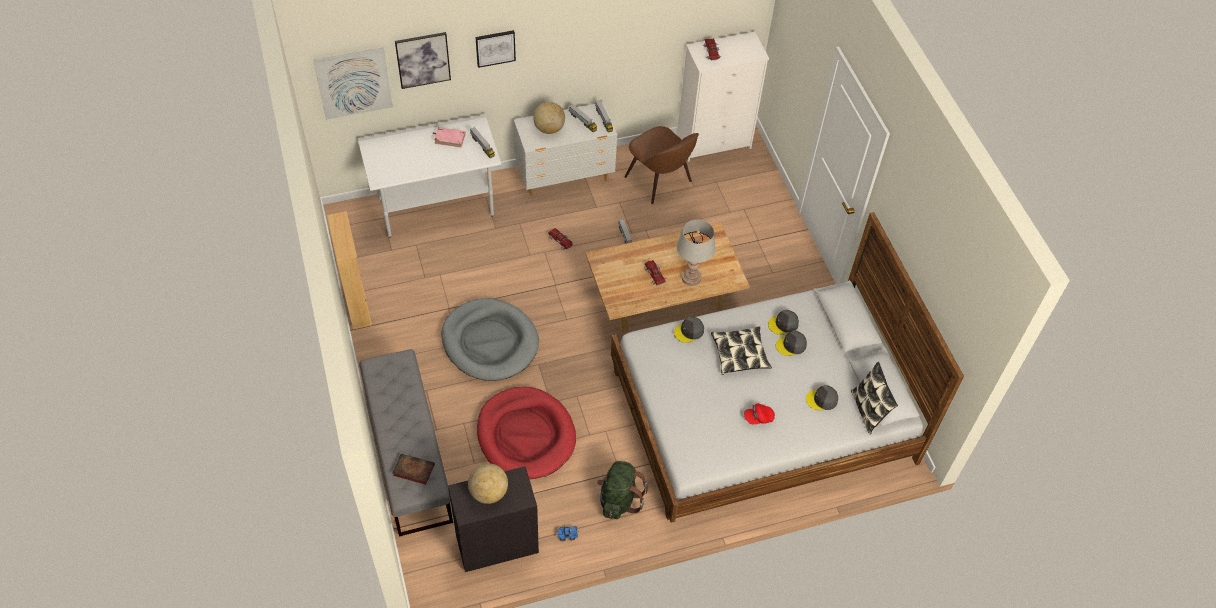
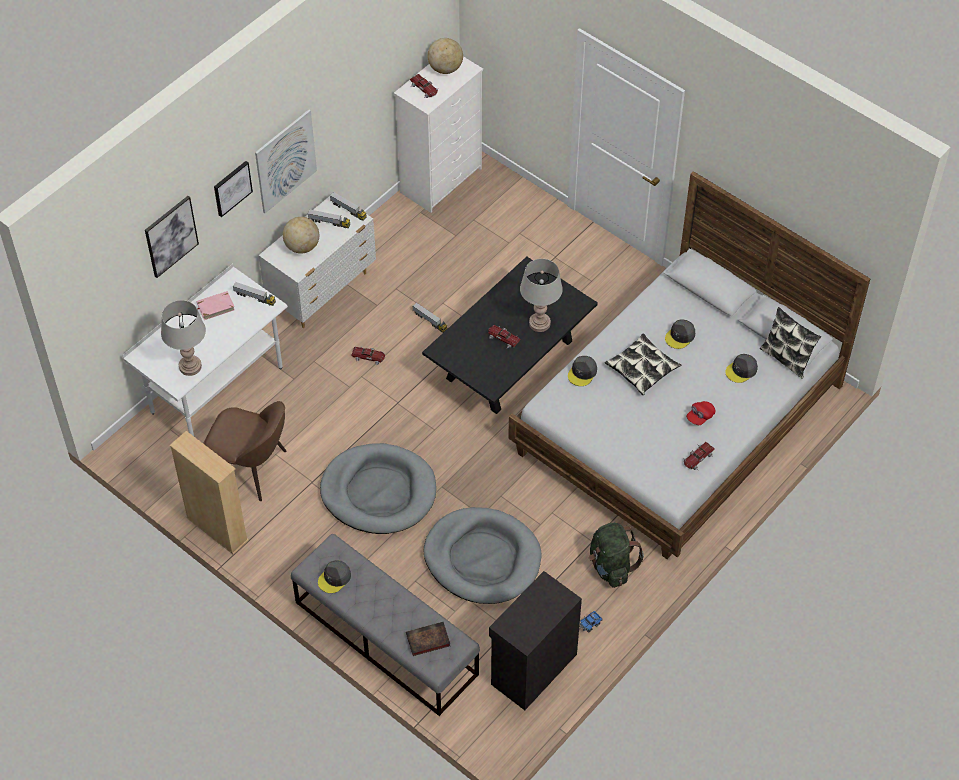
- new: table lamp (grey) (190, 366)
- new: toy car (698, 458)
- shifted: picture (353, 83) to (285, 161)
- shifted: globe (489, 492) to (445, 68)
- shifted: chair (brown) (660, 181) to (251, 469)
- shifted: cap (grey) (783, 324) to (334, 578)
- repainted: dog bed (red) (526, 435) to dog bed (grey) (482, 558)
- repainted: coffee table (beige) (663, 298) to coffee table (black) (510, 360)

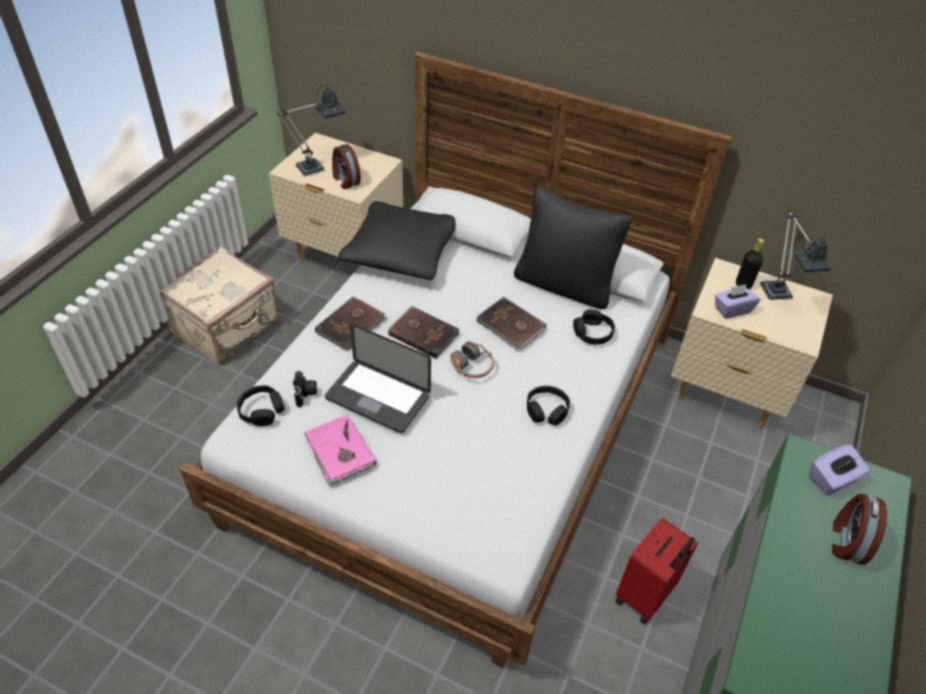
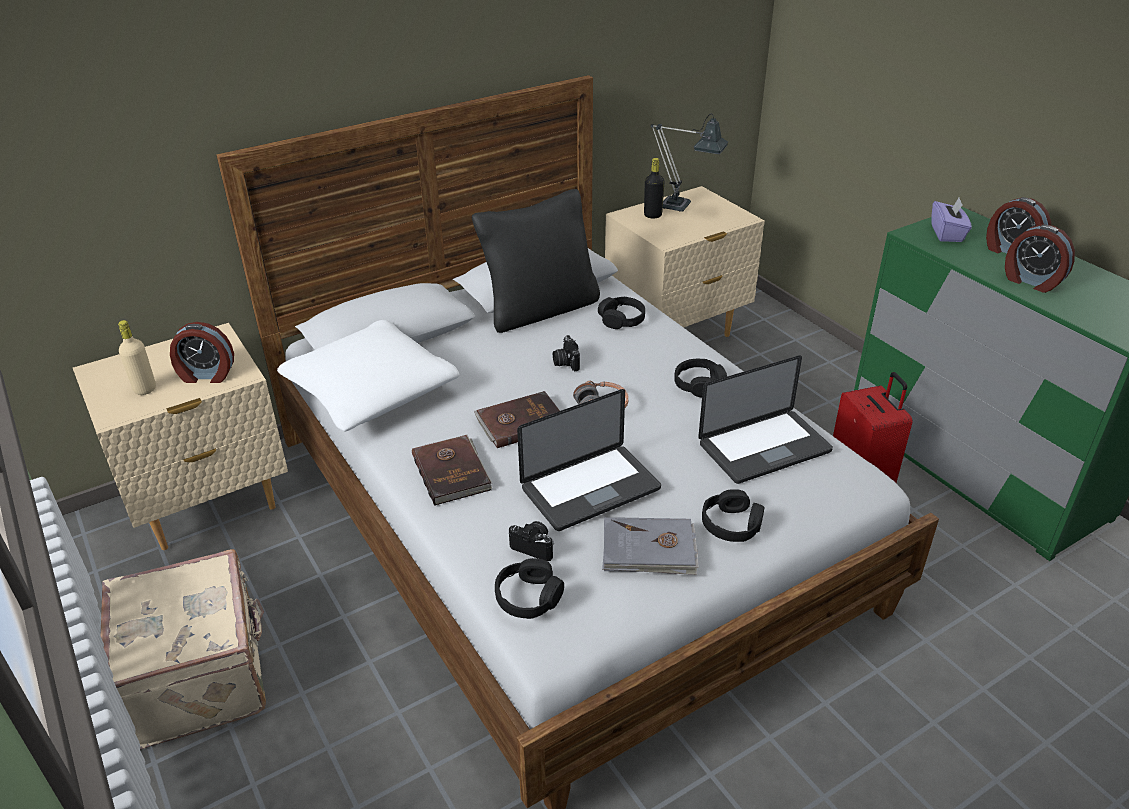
- gone: tissue box (purple) (732, 309)
- new: laptop (764, 448)
- new: headphones (black) (731, 524)
- new: alarm clock (1031, 281)
- swapped: table lamp (316, 166) to bottle (beige) (145, 389)
- swapped: book (brown) (510, 326) to photo camera (565, 362)
- repainted: book (pink) (339, 452) to book (grey) (649, 550)
- repainted: pillow (black) (401, 253) to pillow (white) (371, 392)

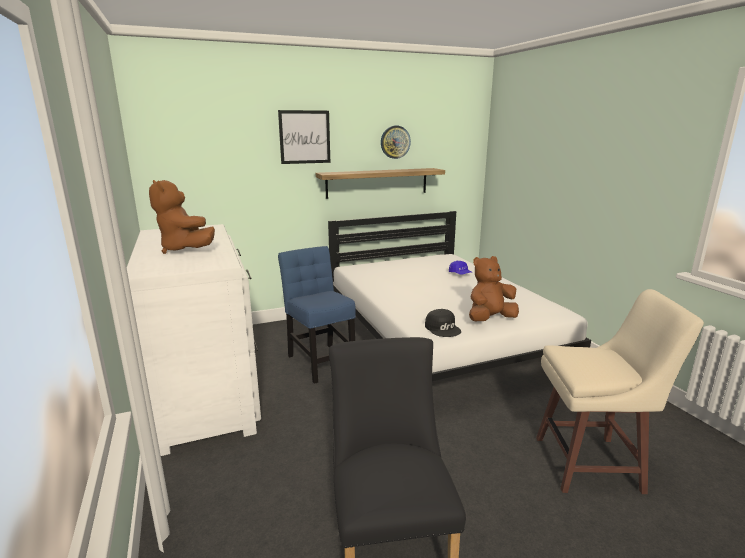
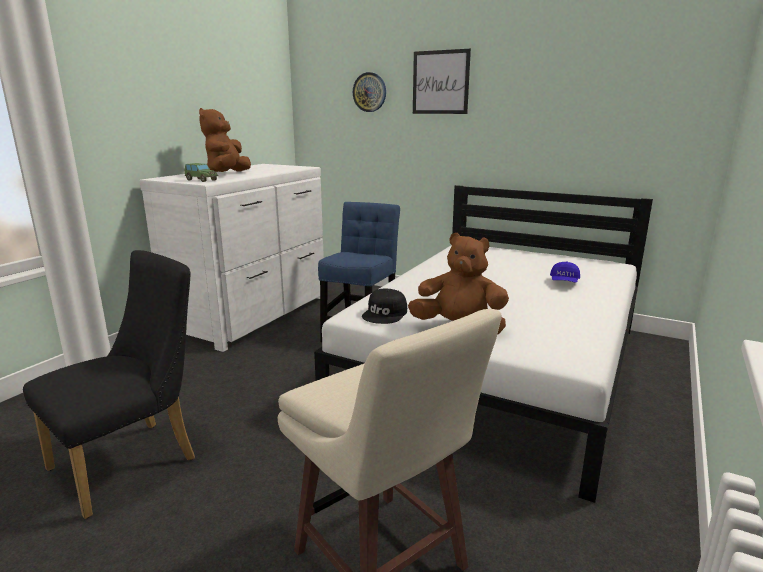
- gone: shelf (377, 183)
- new: toy car (201, 180)
- shifted: wall clock (395, 142) to (369, 92)

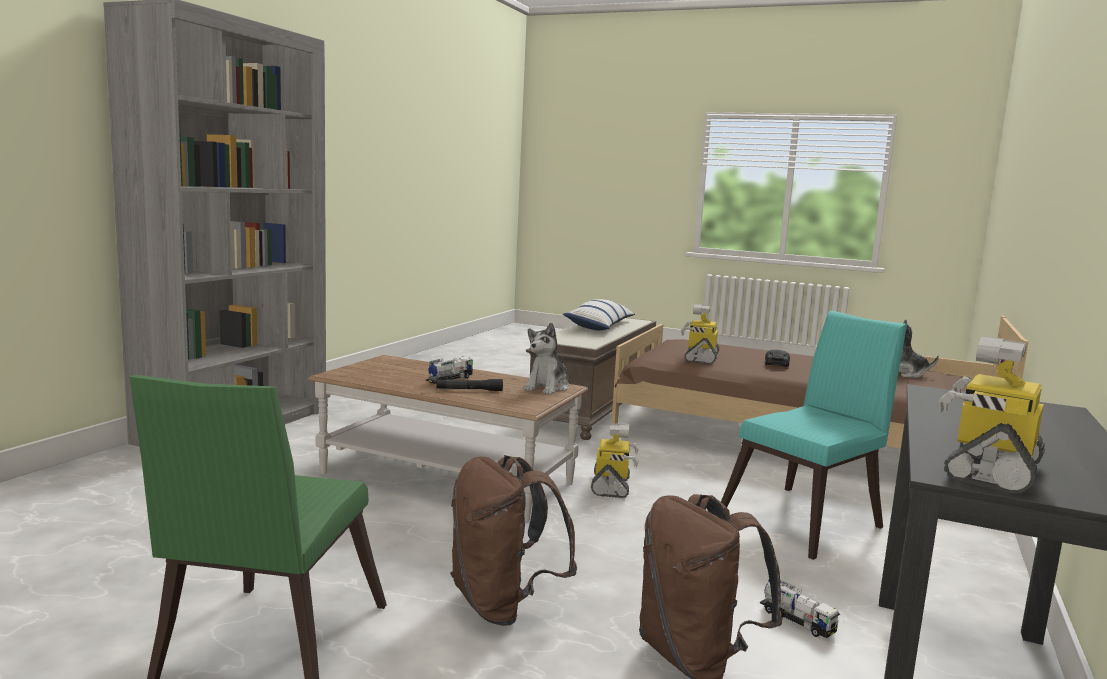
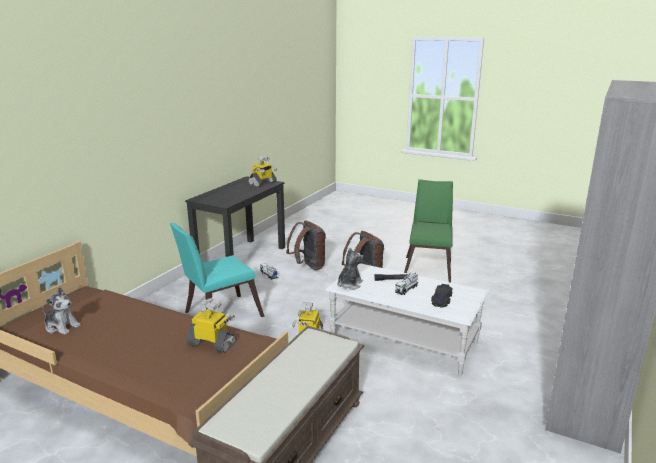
- gone: pillow (599, 326)
- shifted: toy car (black) (777, 363) to (441, 299)
- repainted: coffee table (brown) (447, 478) to coffee table (white) (403, 340)
- rotated: toy robot (700, 358) = (212, 344) 90 degrees counterclockwise

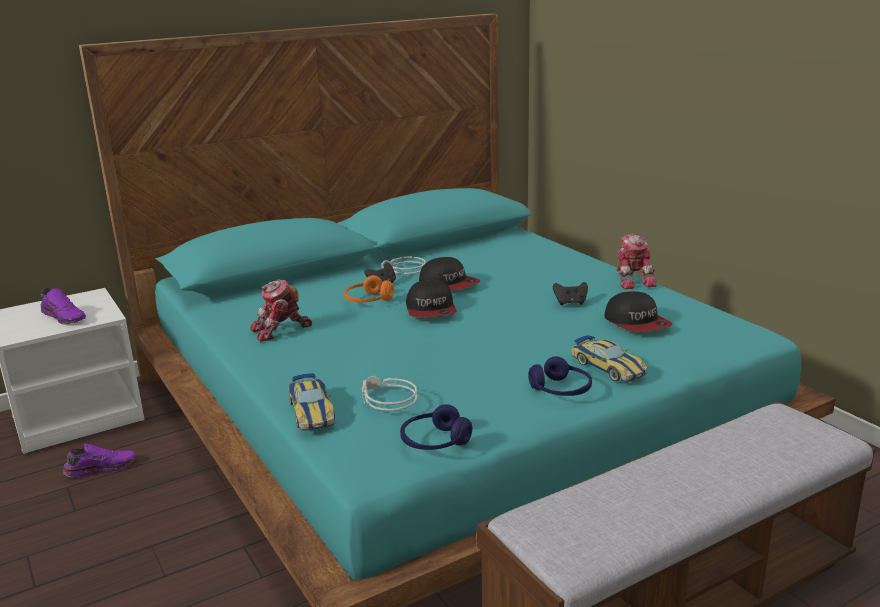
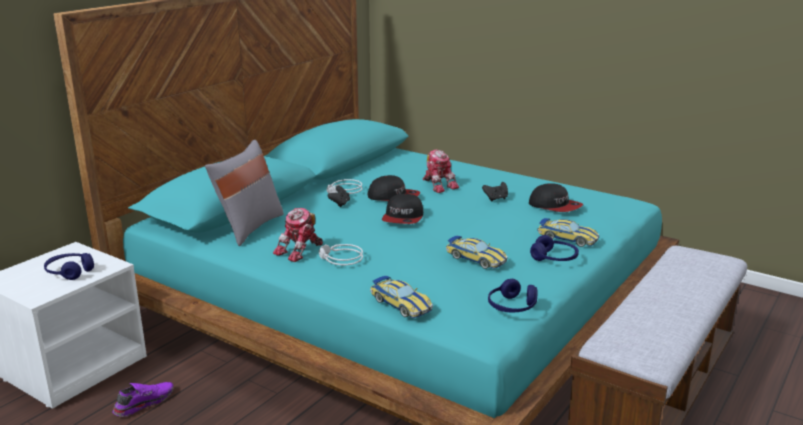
- gone: headphones (orange) (368, 300)
- new: pillow (grey) (249, 227)
- new: toy car (476, 258)
- shifted: headphones (grey) (386, 400) to (340, 259)
- shifted: toy robot (633, 279) to (438, 185)
- swapped: shoe (purple) (65, 317) to headphones (blue) (69, 272)
- rotated: cap (431, 310) = (403, 218) 45 degrees clockwise

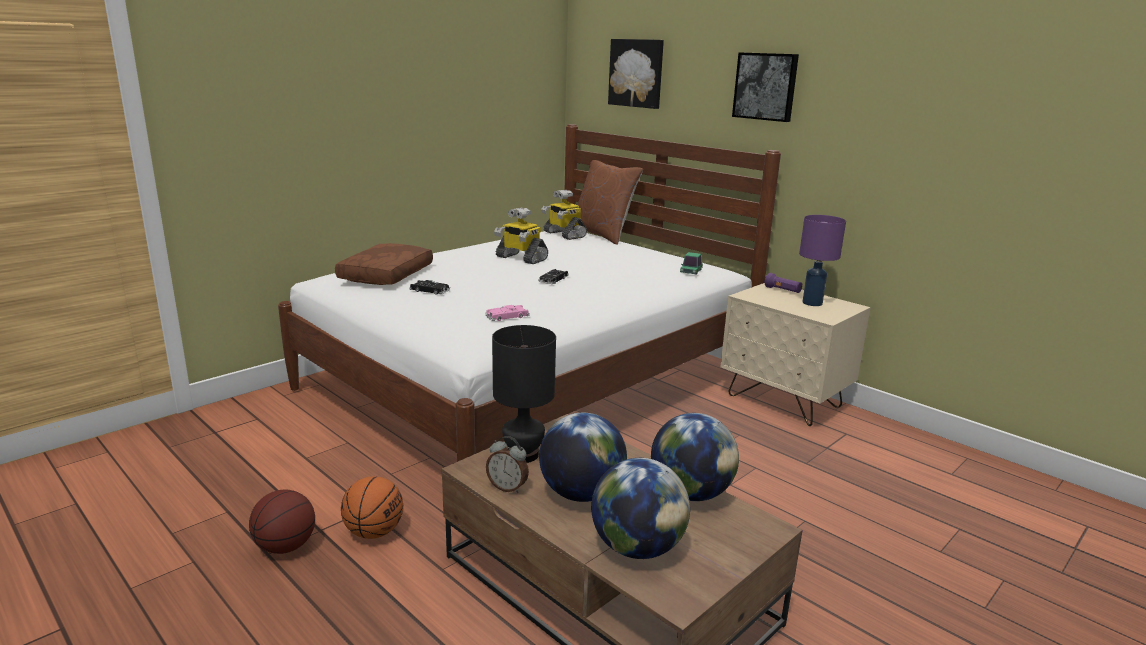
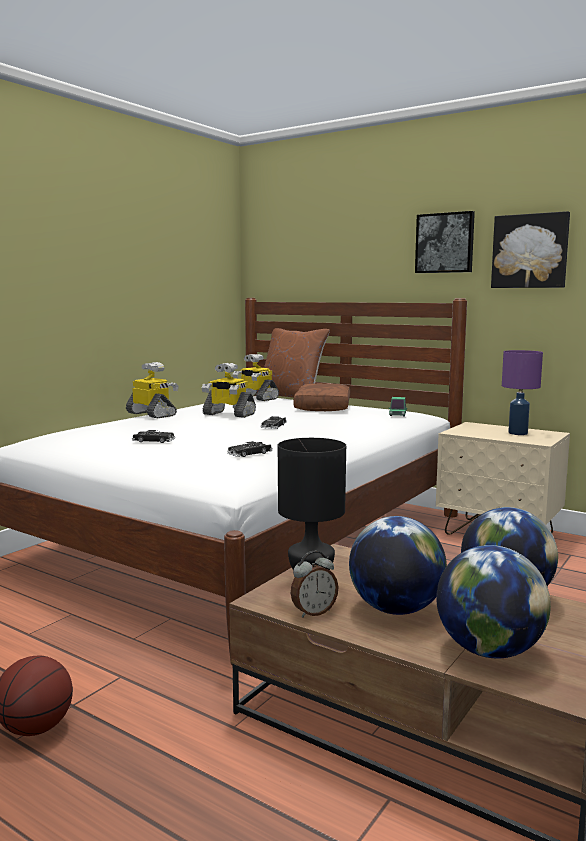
- gone: basketball (374, 532)
- gone: flashlight (purple) (783, 290)
- new: toy robot (152, 414)
- shifted: pillow (brown) (387, 275) to (324, 407)
- shifted: picture (637, 73) to (530, 251)
- repainted: toy car (pink) (507, 316) to toy car (black) (249, 453)
- rotated: alarm clock (507, 487) = (313, 612) 45 degrees counterclockwise

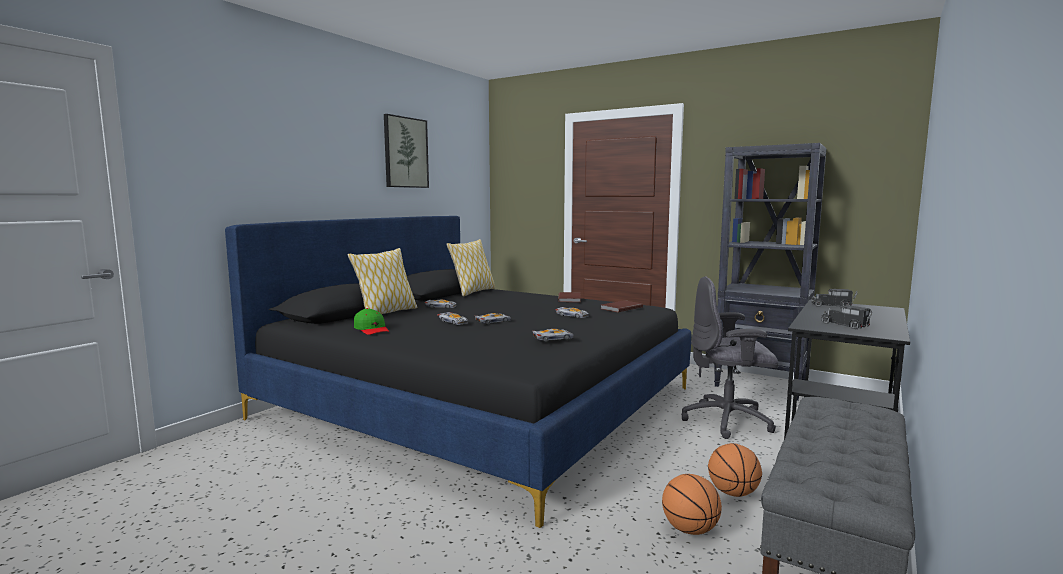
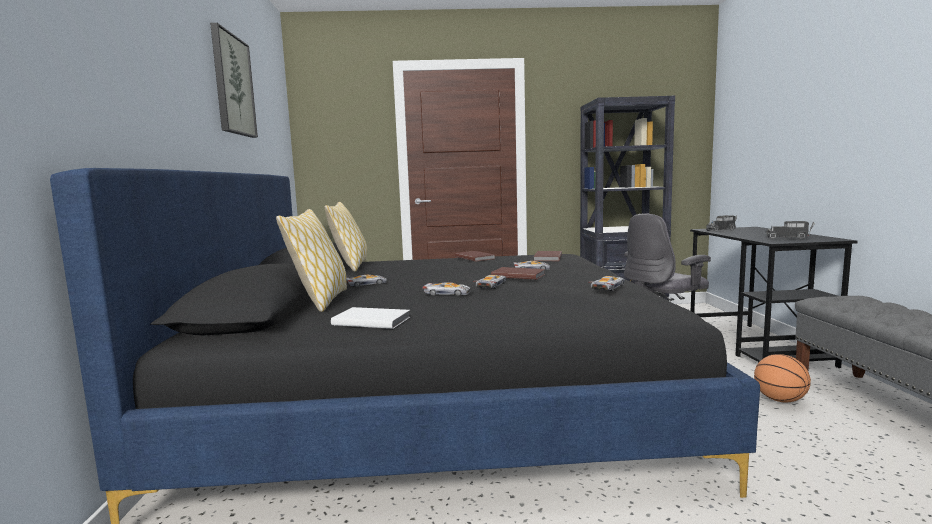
- gone: basketball (690, 530)
- new: book (brown) (518, 275)
- swapped: cap (green) (371, 329) to book (white) (371, 320)

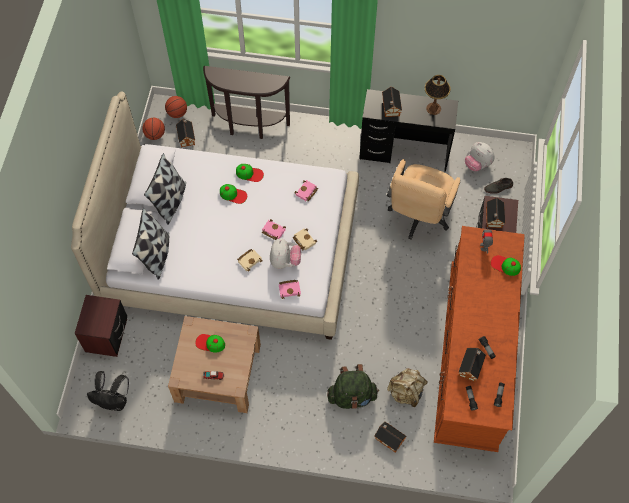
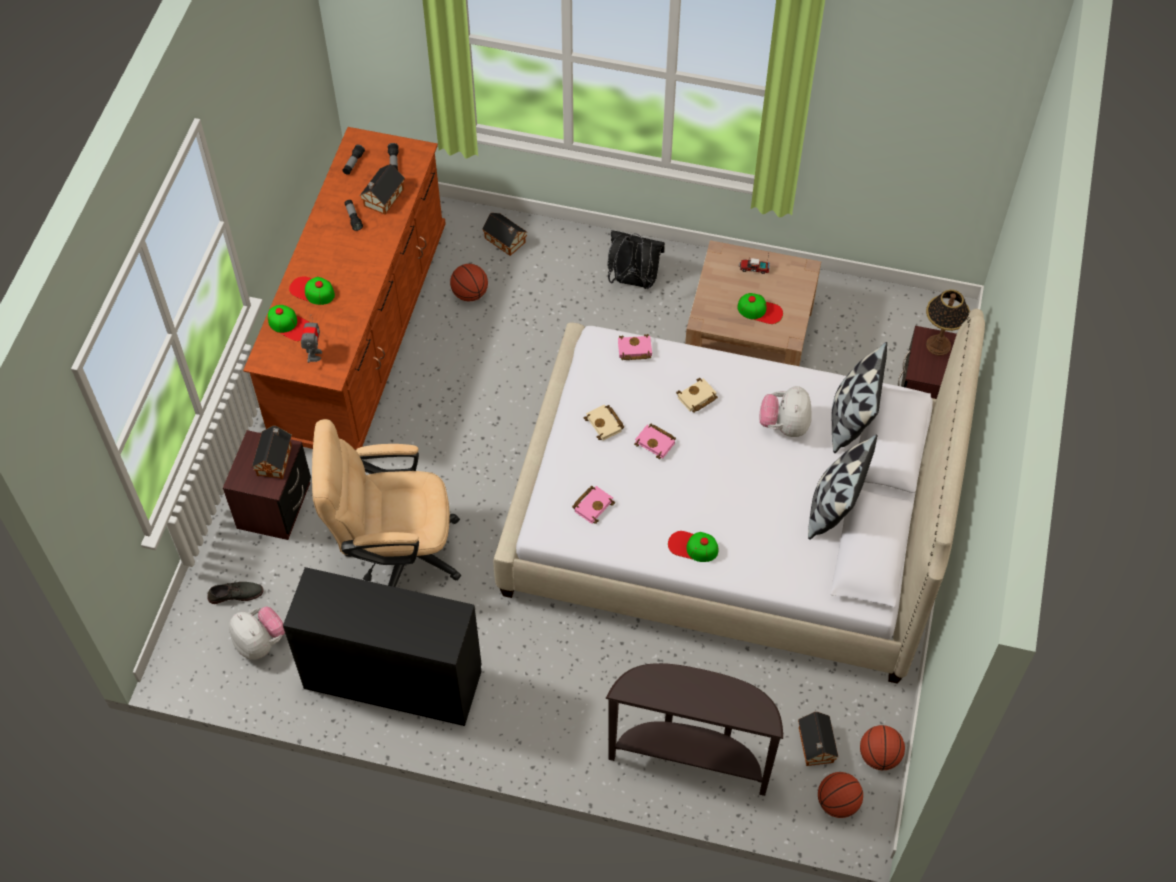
- gone: backpack (green) (352, 396)
- gone: toy house (391, 108)
- shifted: backpack (black) (114, 401) to (633, 281)
- shifted: cap (233, 194) to (312, 291)
- shifted: plush toy (285, 261) to (784, 425)
- shifted: table lamp (433, 108) to (938, 345)
- swapped: backpack (beige) (406, 392) to basketball (470, 294)
- rotated: office chair (beige) (418, 217) = (394, 551) 120 degrees counterclockwise

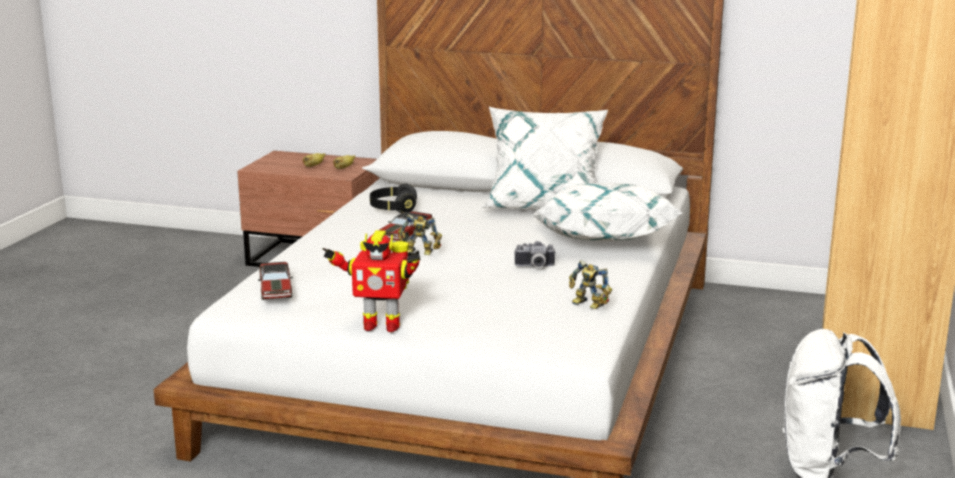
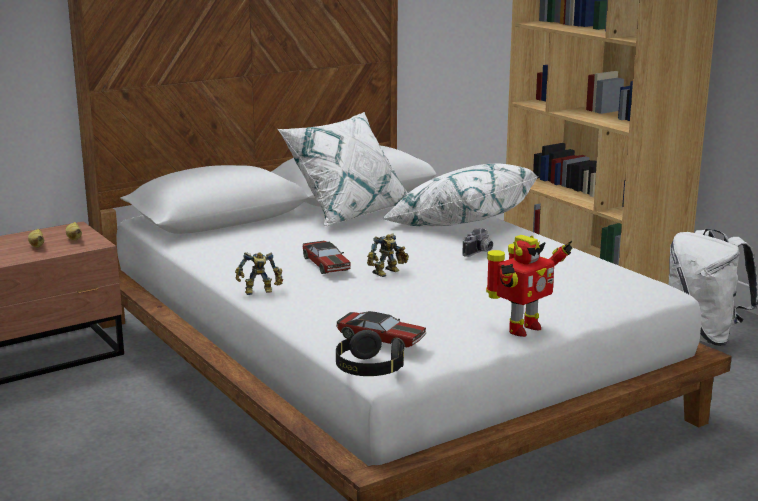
- shifted: headphones (black) (393, 209) to (368, 370)
- shifted: toy robot (587, 305) to (260, 292)

